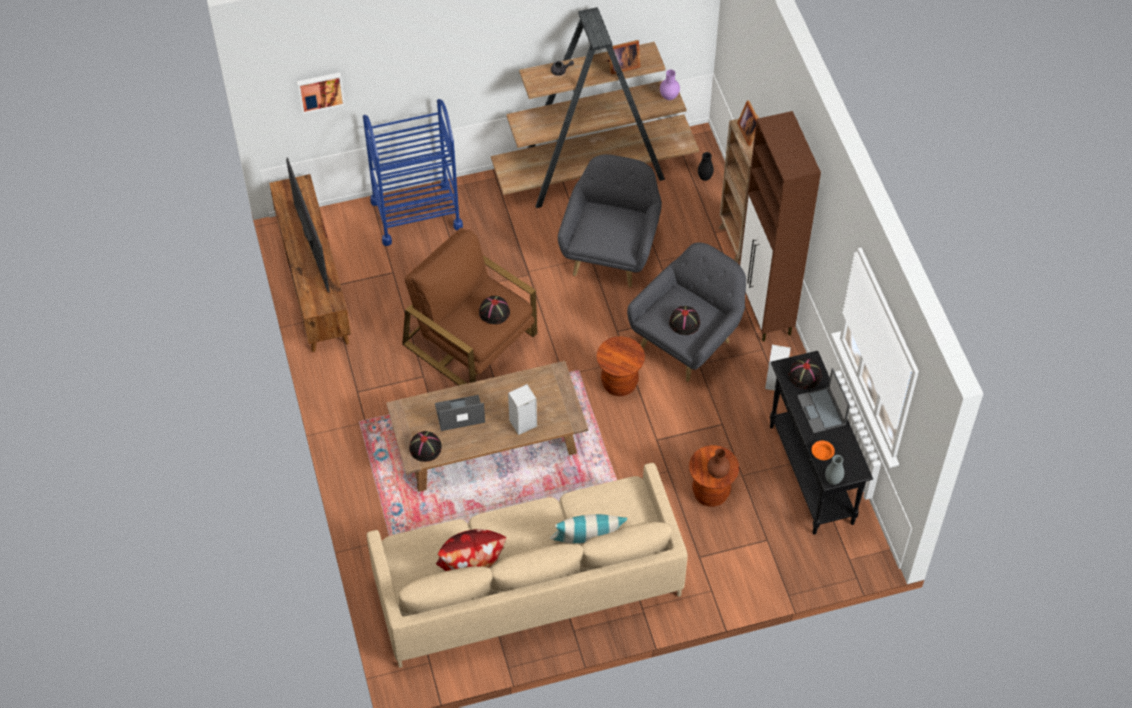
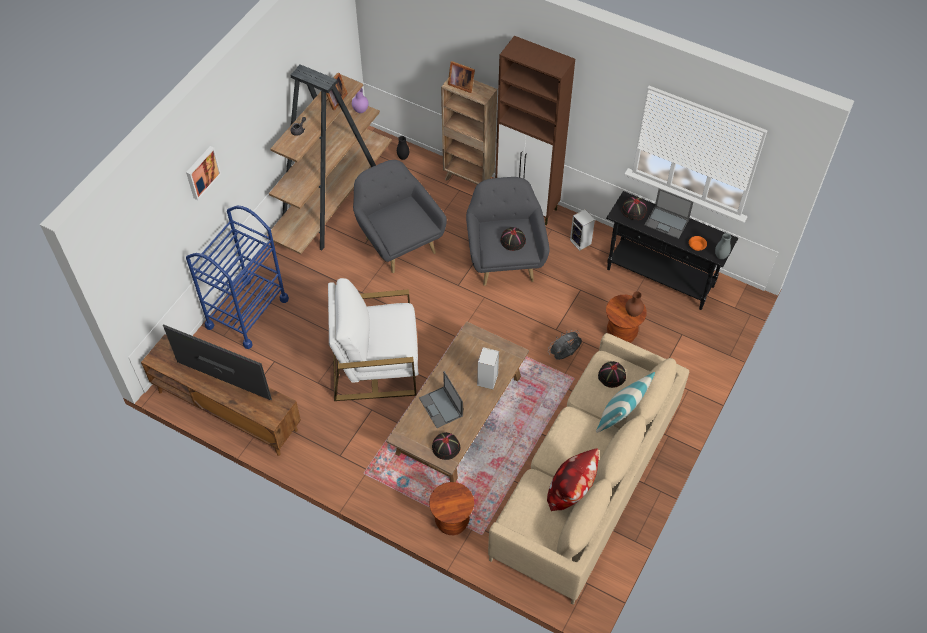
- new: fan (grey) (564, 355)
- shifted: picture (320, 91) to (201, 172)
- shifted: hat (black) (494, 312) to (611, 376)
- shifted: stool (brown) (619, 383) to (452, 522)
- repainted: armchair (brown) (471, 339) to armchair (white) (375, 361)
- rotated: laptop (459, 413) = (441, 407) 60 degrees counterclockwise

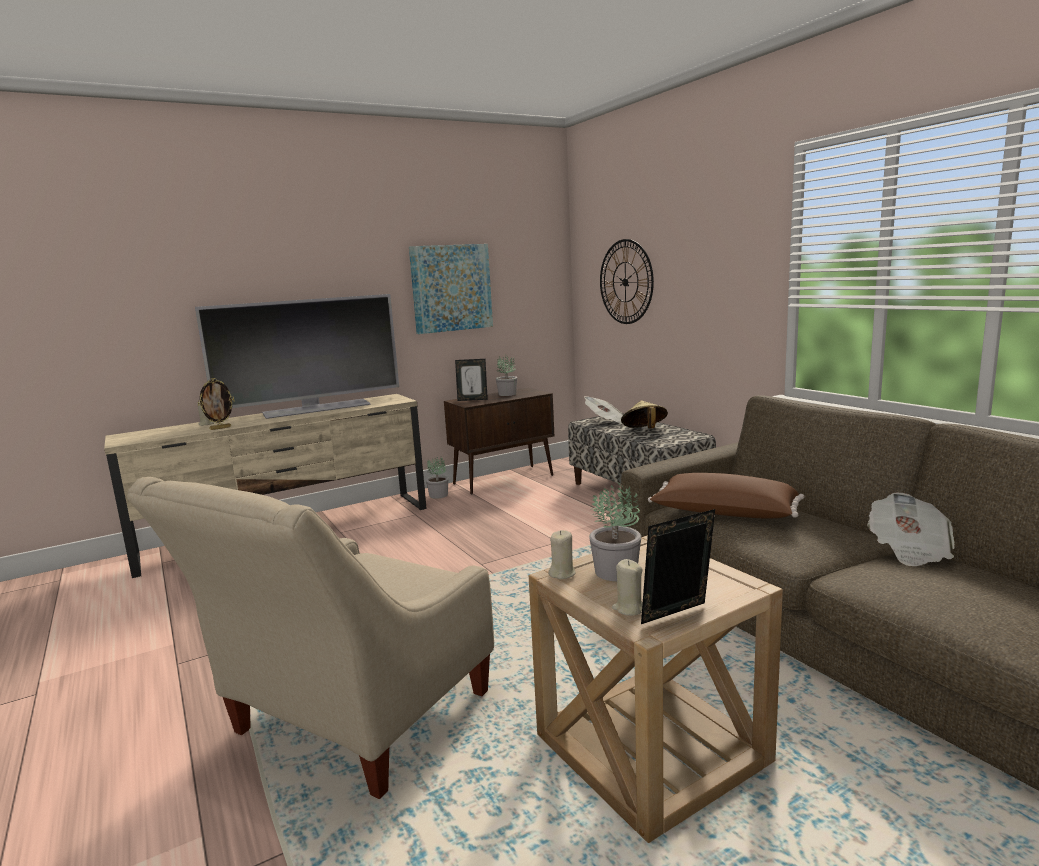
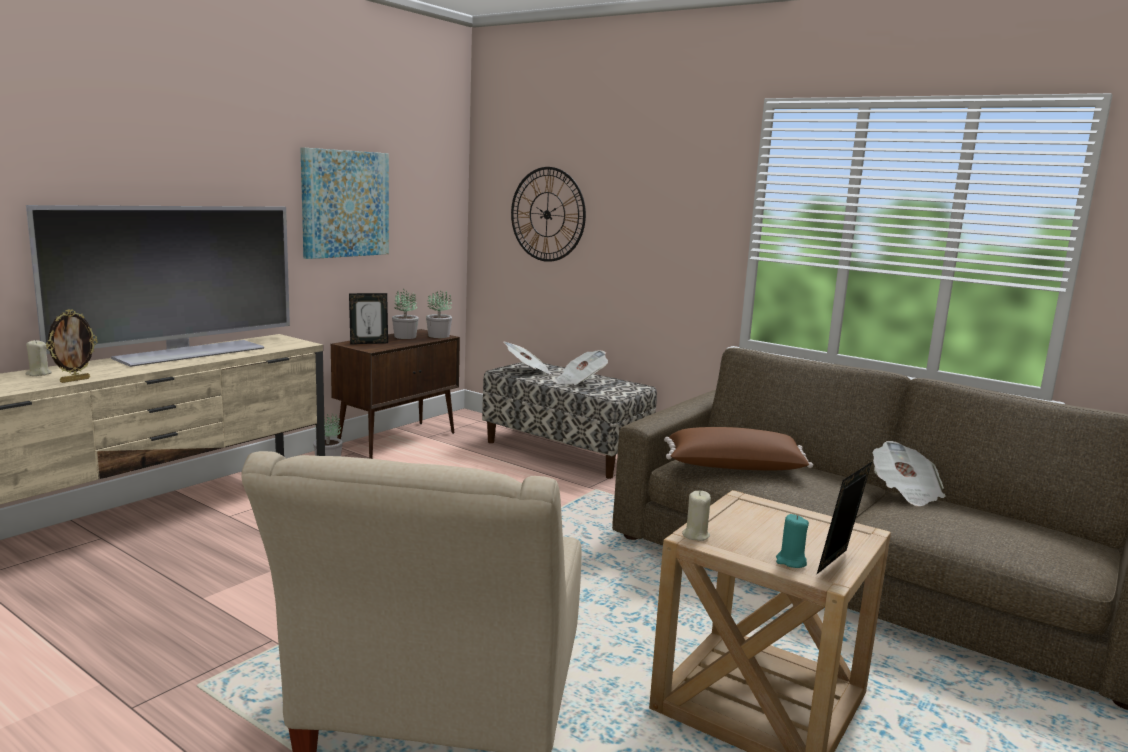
- shifted: potted plant (617, 571) to (439, 336)
- swapped: hat (beige) (644, 431) to newspaper (579, 382)
- repainted: candle (beige) (628, 608) to candle (turquoise) (791, 561)

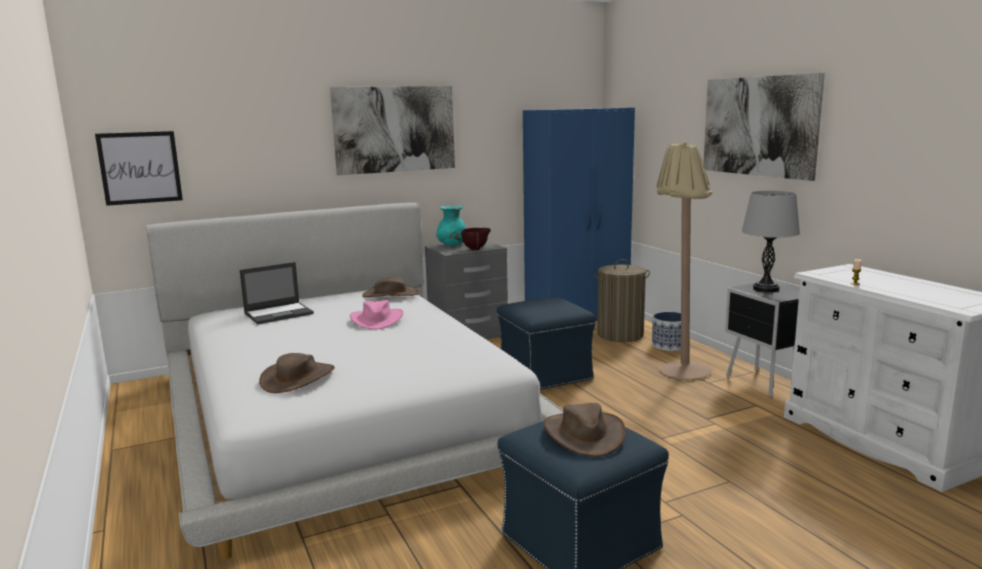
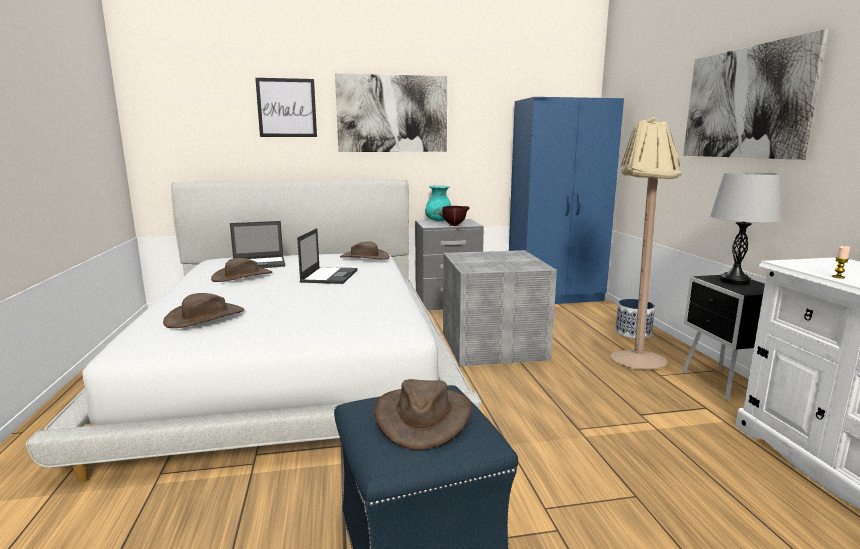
- gone: laundry basket (620, 335)
- new: hat (brown) (242, 276)
- shifted: picture (140, 167) to (287, 108)
- swapped: hat (pink) (376, 320) to laptop (329, 276)
- swapped: ottoman (blue) (545, 374) to storage box (grey) (495, 346)

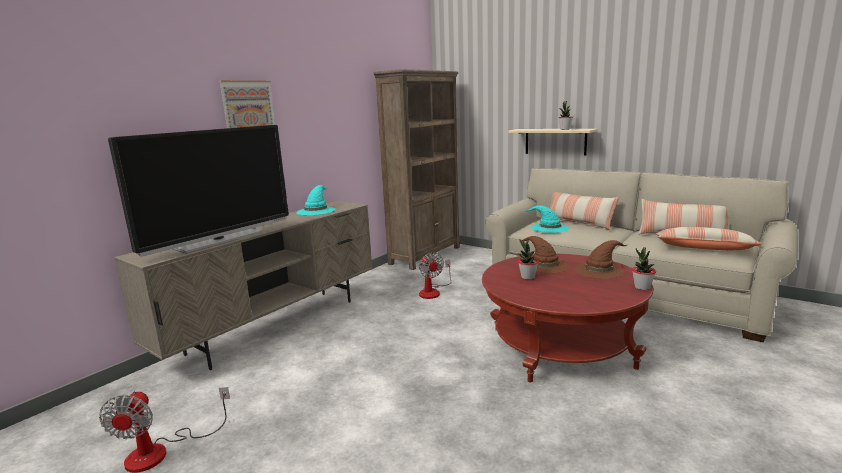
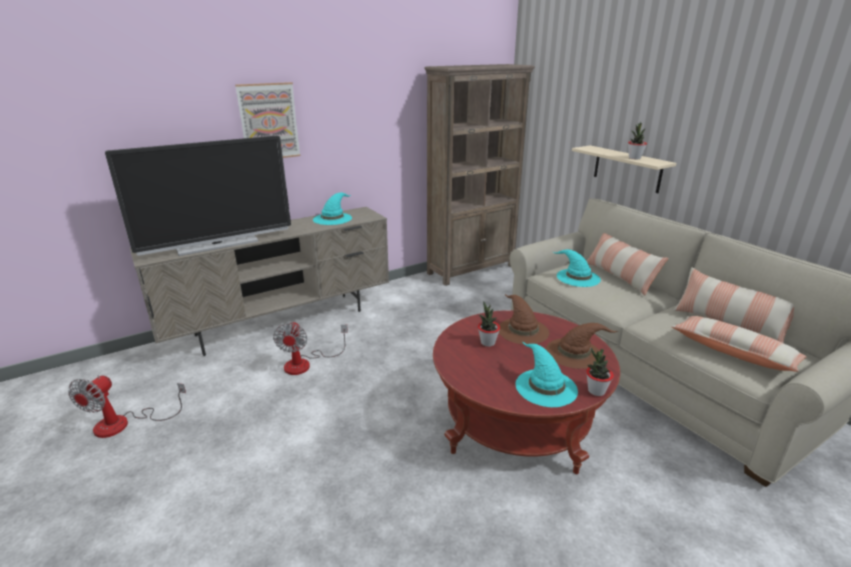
- new: hat (turquoise) (545, 386)
- shifted: fan (433, 291) to (306, 363)

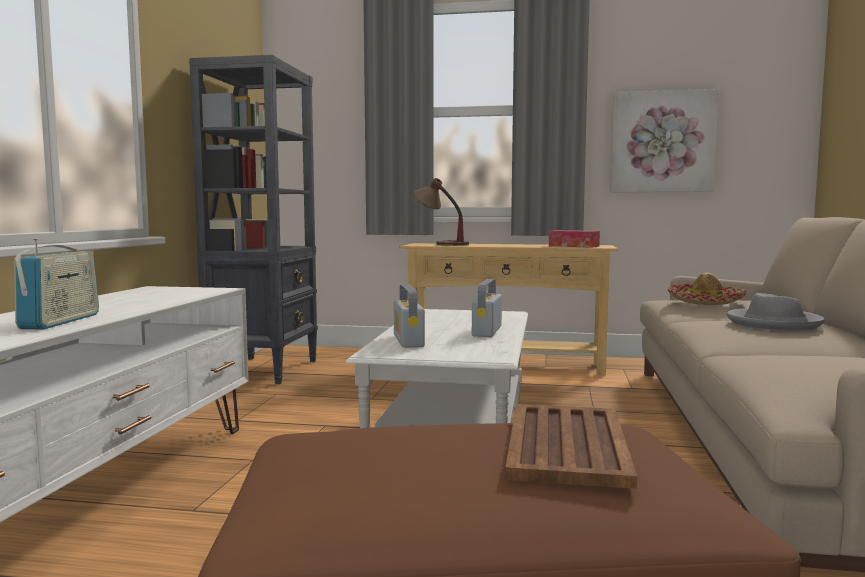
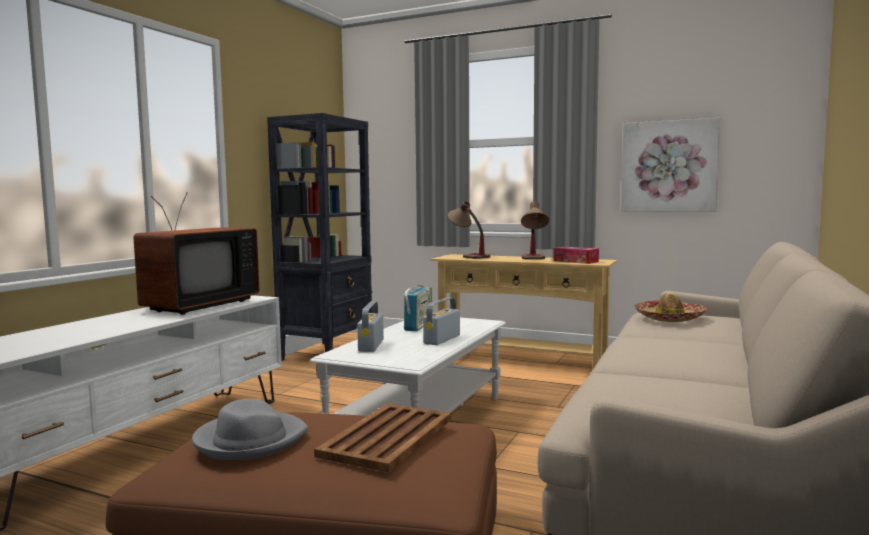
- new: television (195, 306)
- new: table lamp (534, 259)
- shifted: radio (60, 321) to (419, 326)
- shifted: hat (grey) (773, 323) to (250, 439)

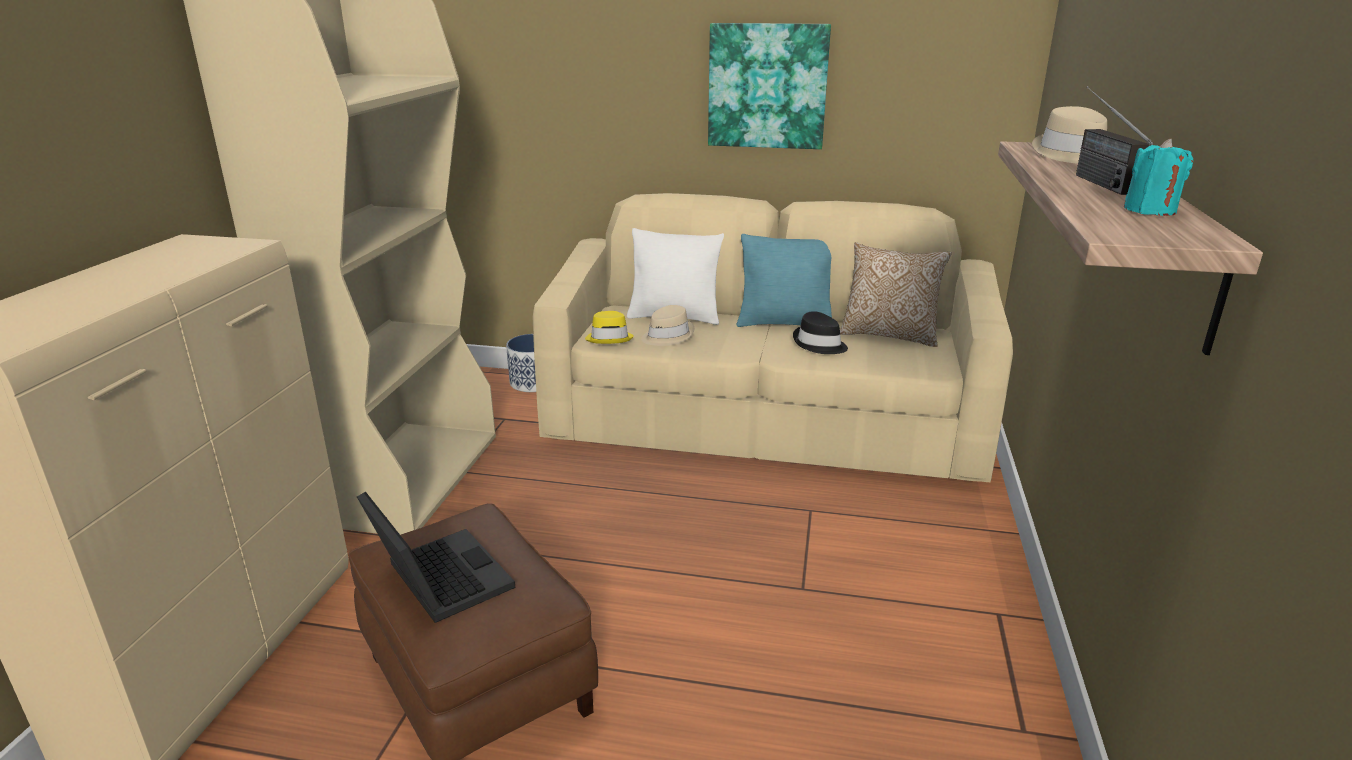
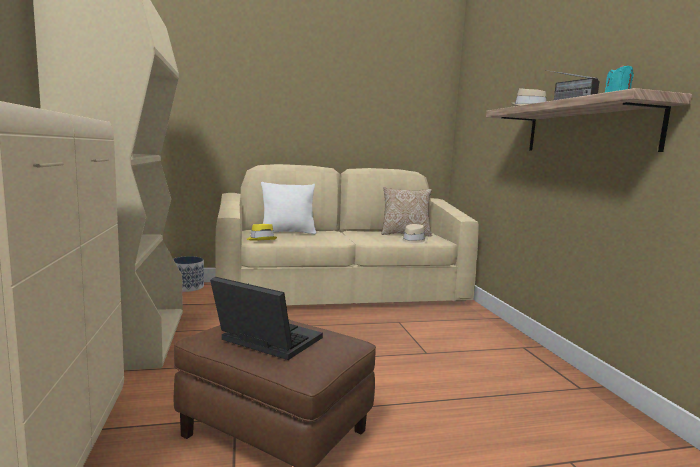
- gone: picture (767, 86)
- gone: pillow (turquoise) (784, 324)
- gone: hat (black) (819, 344)
- shifted: hat (beige) (667, 336) to (412, 241)

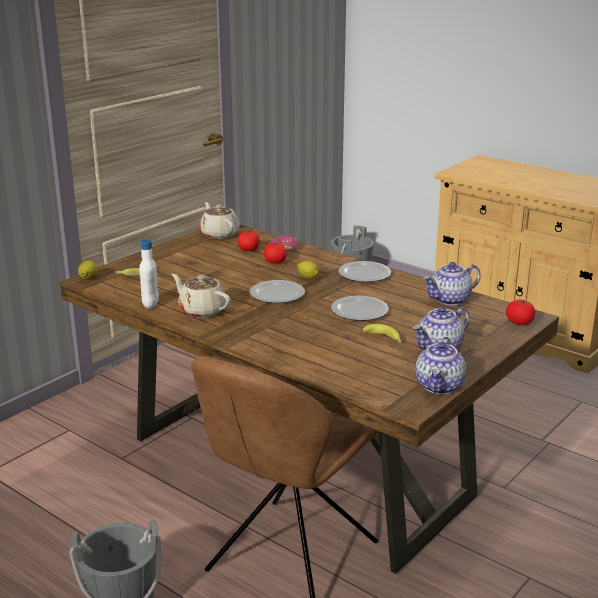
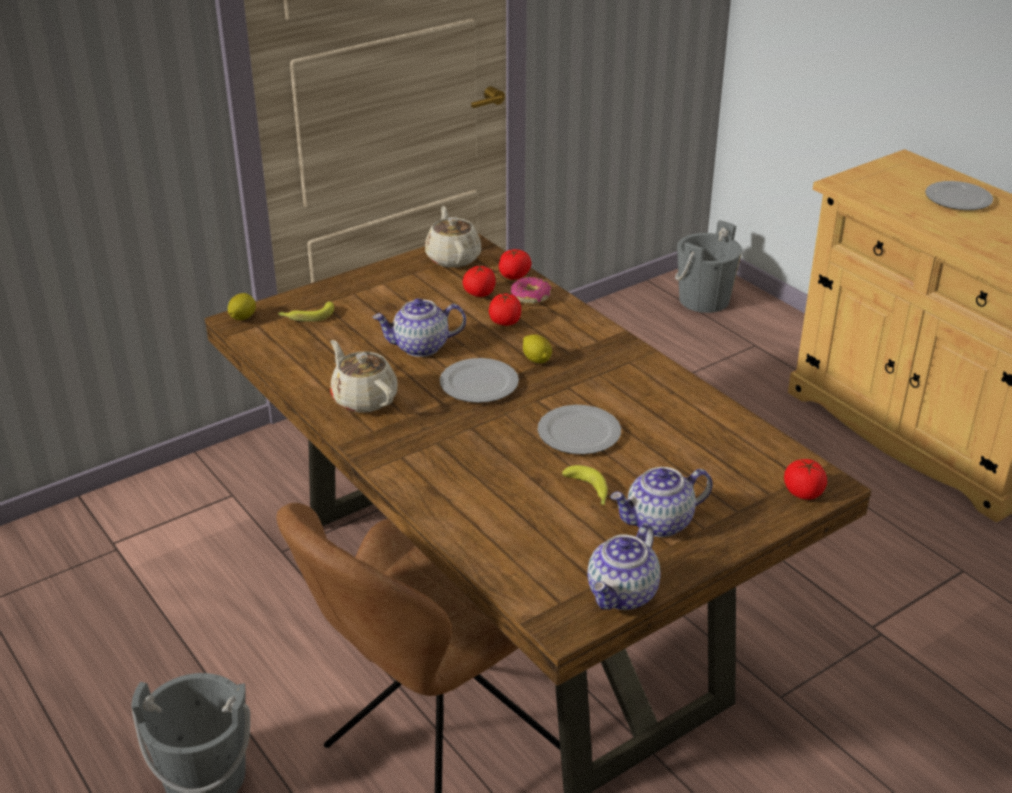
- gone: bottle (white) (150, 304)
- new: tomato (514, 276)
- shifted: plate (363, 274) to (957, 199)
- shifted: teapot (450, 300) to (420, 347)

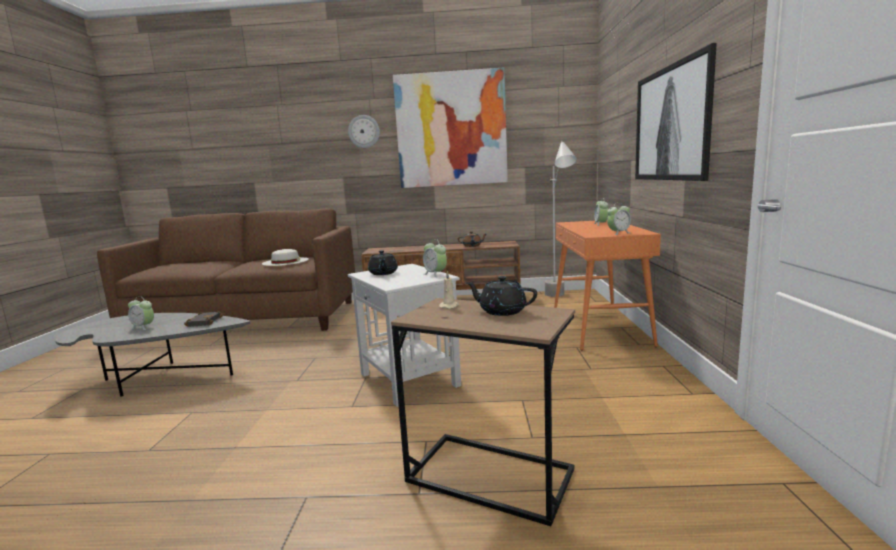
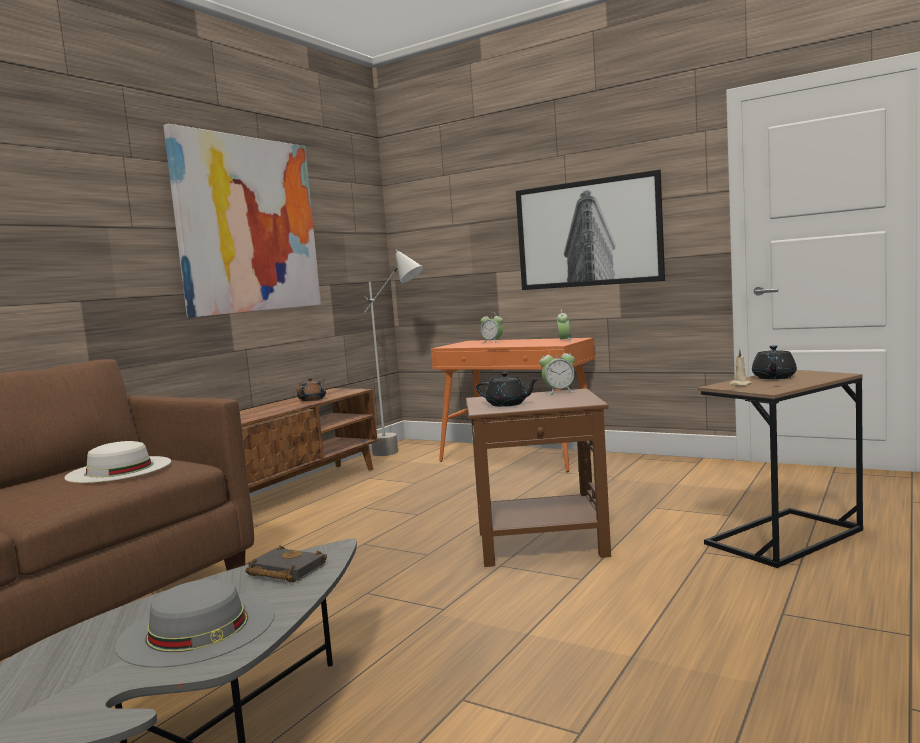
- gone: wall clock (364, 131)
- swapped: alarm clock (143, 327) to hat (grey) (198, 628)
- repainted: side table (white) (409, 380) to side table (brown) (543, 544)
- rotated: teapot (black) (502, 311) = (774, 377) 150 degrees clockwise

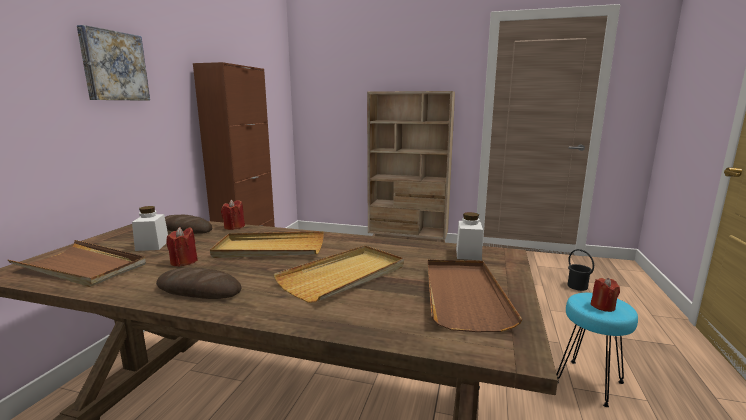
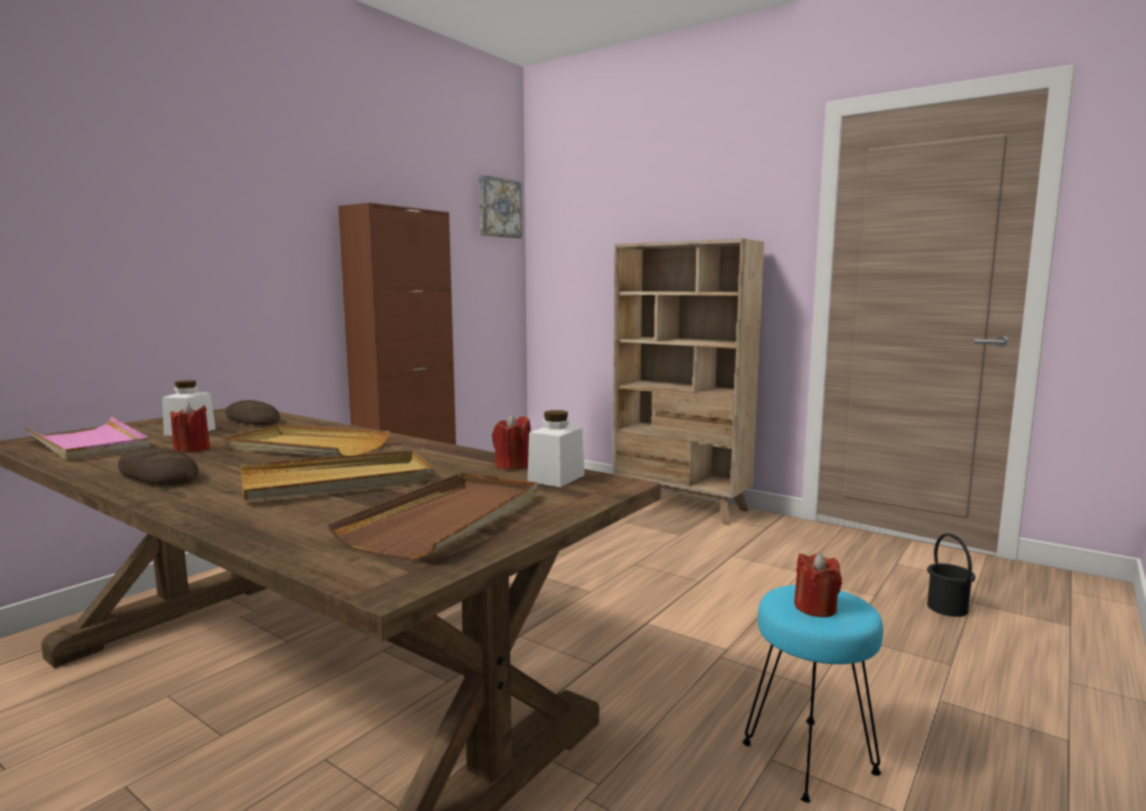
- shifted: picture (113, 66) to (498, 208)
- shifted: candle (red) (234, 227) to (512, 465)
- repainted: tray (brown) (81, 267) to tray (pink) (89, 444)

